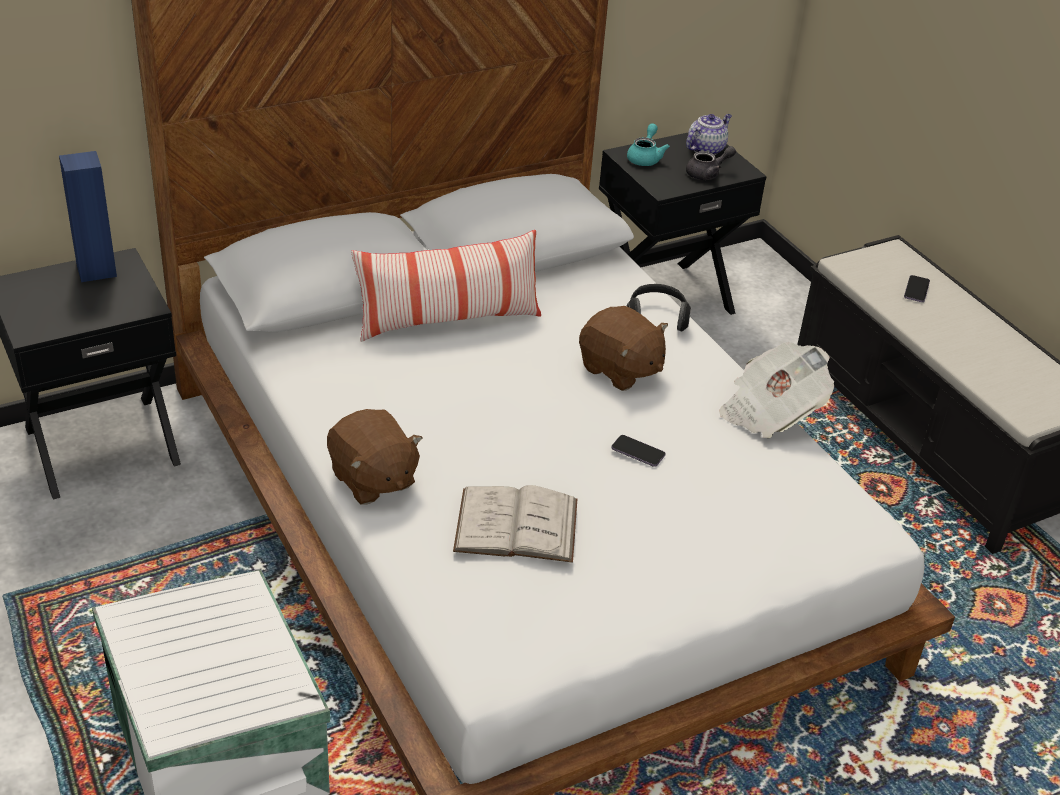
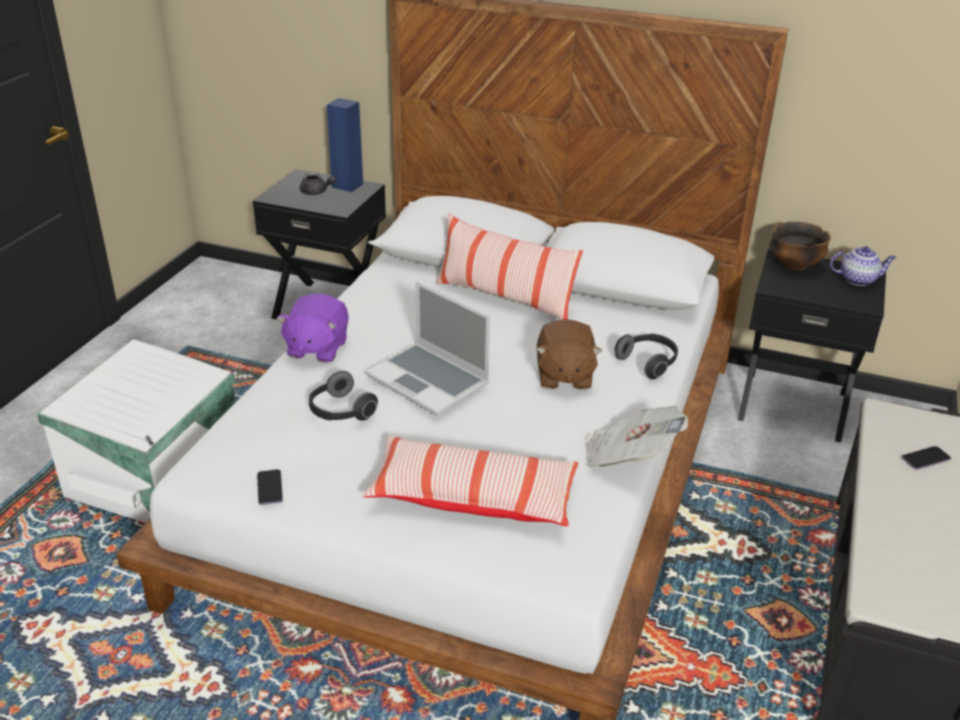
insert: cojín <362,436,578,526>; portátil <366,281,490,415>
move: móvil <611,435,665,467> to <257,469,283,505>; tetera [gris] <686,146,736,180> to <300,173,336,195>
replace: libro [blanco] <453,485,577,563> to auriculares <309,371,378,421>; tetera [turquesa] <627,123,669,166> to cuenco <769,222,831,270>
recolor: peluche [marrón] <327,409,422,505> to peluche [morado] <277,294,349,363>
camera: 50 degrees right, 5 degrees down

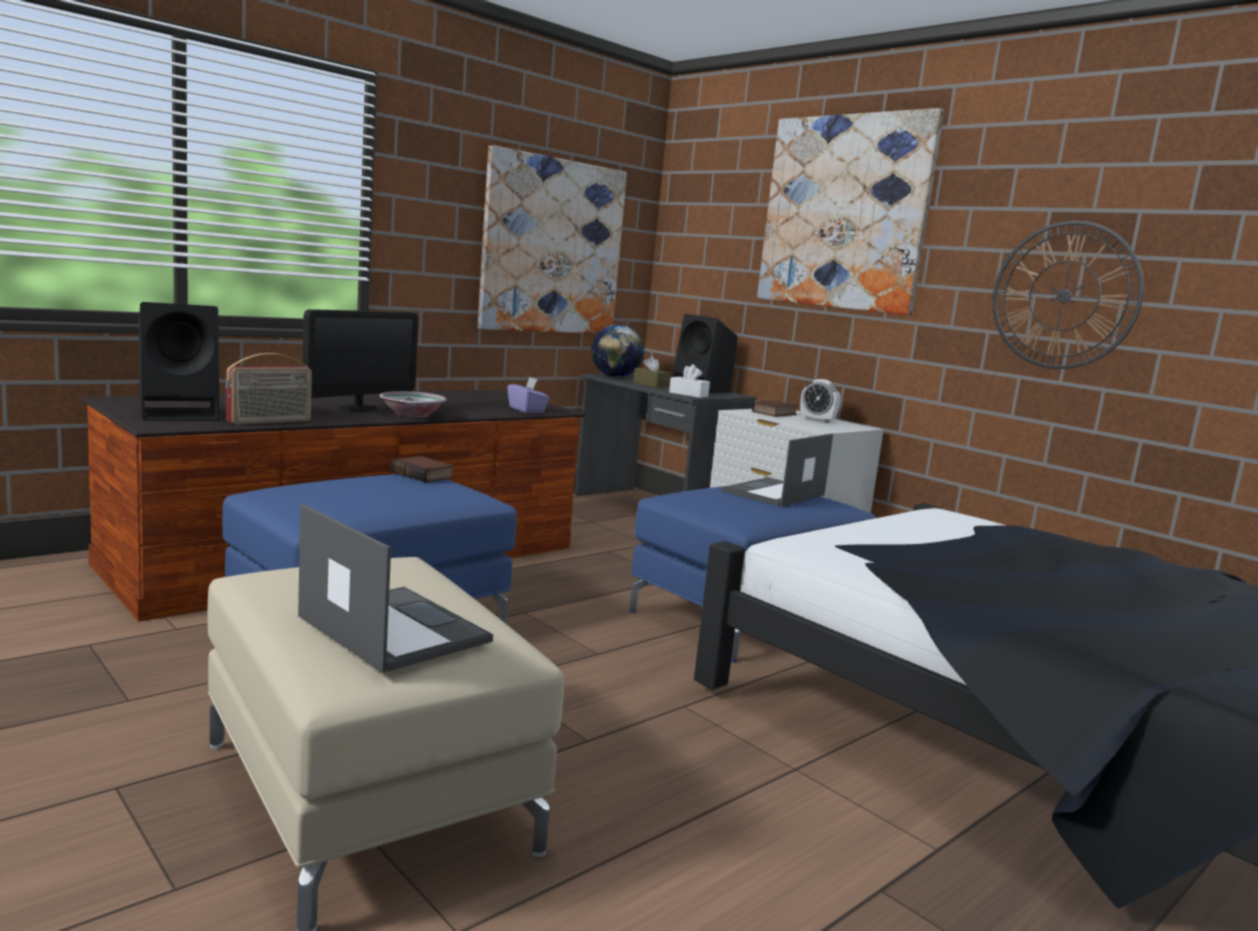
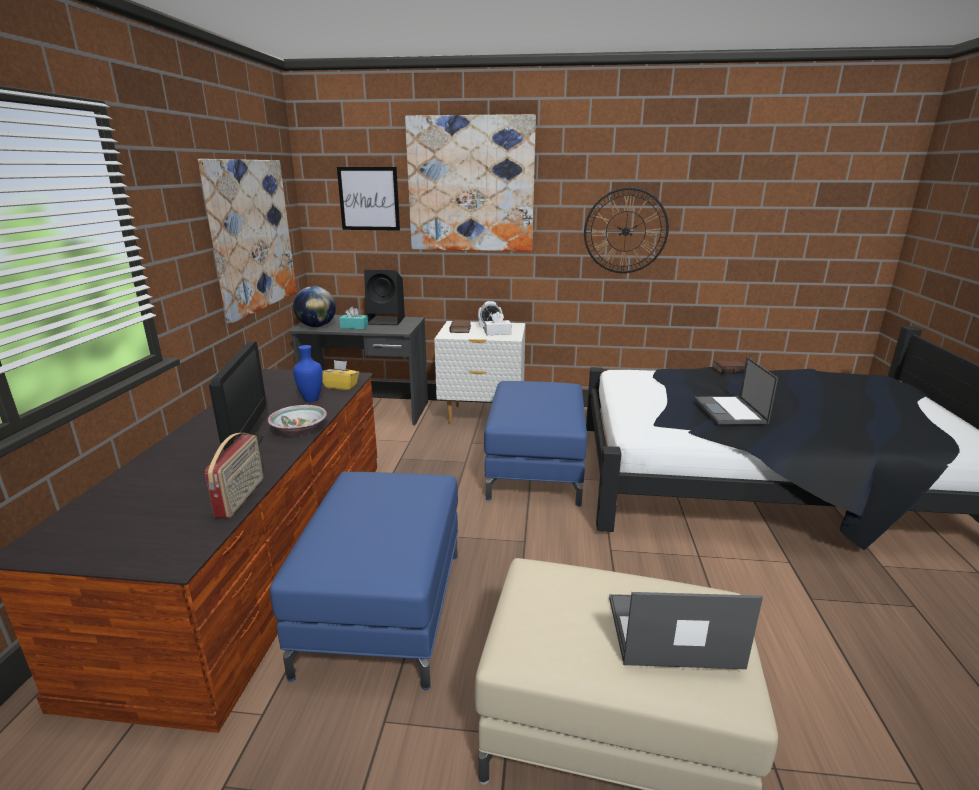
delete: altavoz [negro] <139,302,219,421>
insert: florero [azul] <293,345,323,402>; cuadro <337,167,400,231>
move: libro <391,456,454,483> to <713,360,745,374>; caja de pañuelos [blanco] <669,364,710,398> to <484,312,512,335>; portátil <722,434,833,507> to <694,357,778,424>
recolor: caja de pañuelos [morado] <507,377,549,413> to caja de pañuelos [amarillo] <322,360,359,390>; caja de pañuelos [marrón] <634,356,670,388> to caja de pañuelos [turquesa] <339,307,368,329>
camera: 40 degrees left, 10 degrees up

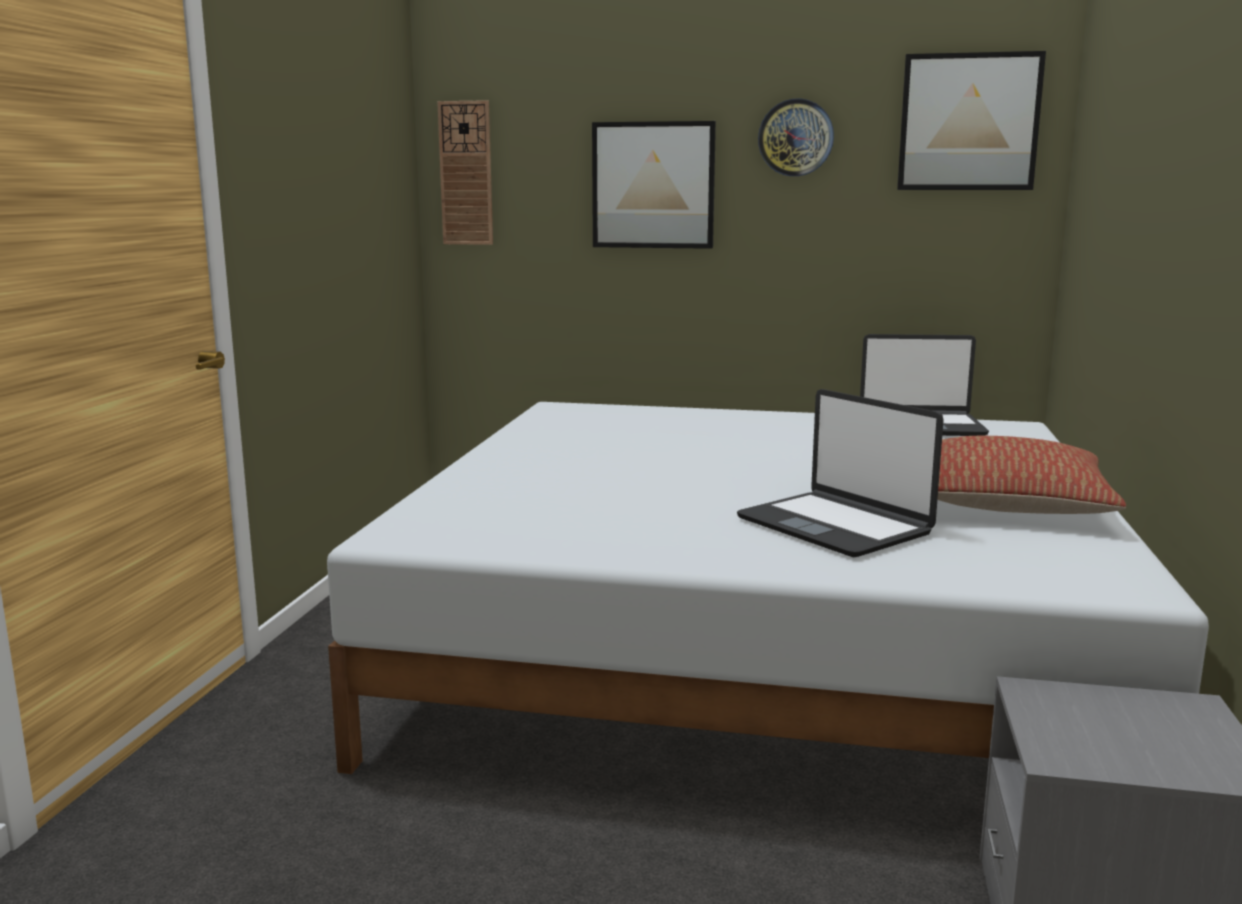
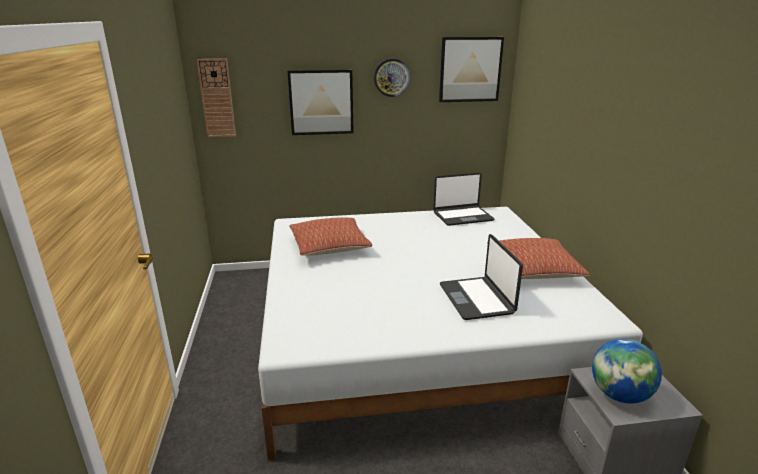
insert: cojín <289,217,373,256>; globo terráqueo <592,339,662,404>
rotate: portátil <737,389,944,557> = <440,234,523,320> 45 degrees clockwise
camera: 20 degrees left, 10 degrees up

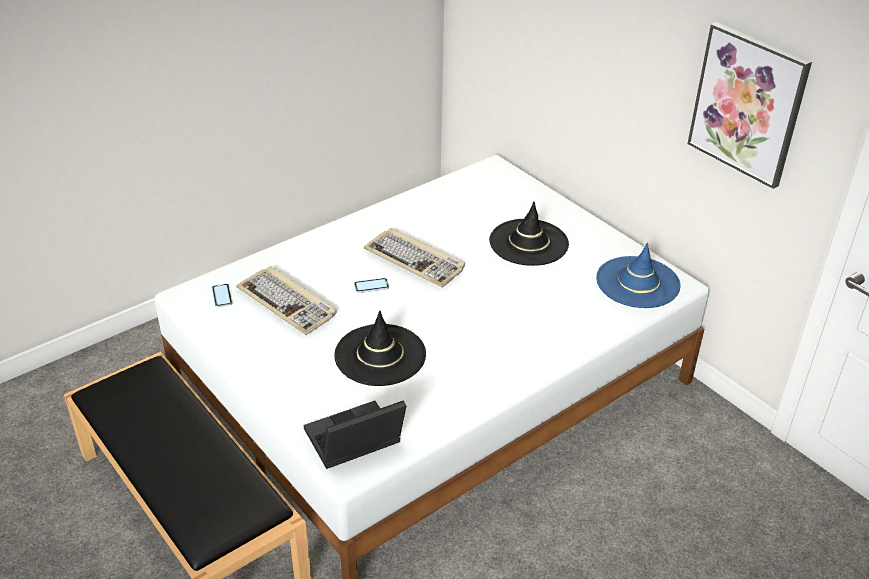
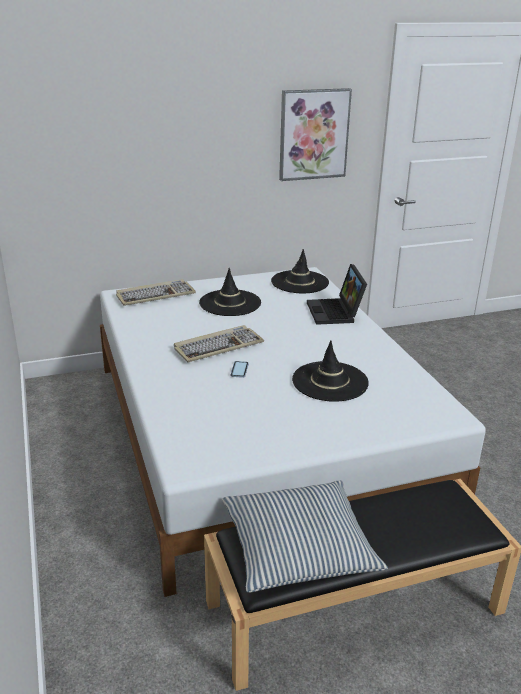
delete: móvil <212,284,232,307>
insert: cojín <222,480,388,592>
move: teclado <236,266,337,335> to <116,279,196,306>; portátil <304,400,406,469> to <307,264,367,325>
recolor: sombrero [azul] <596,243,680,308> to sombrero [negro] <271,249,329,293>
camera: 70 degrees left, 10 degrees down

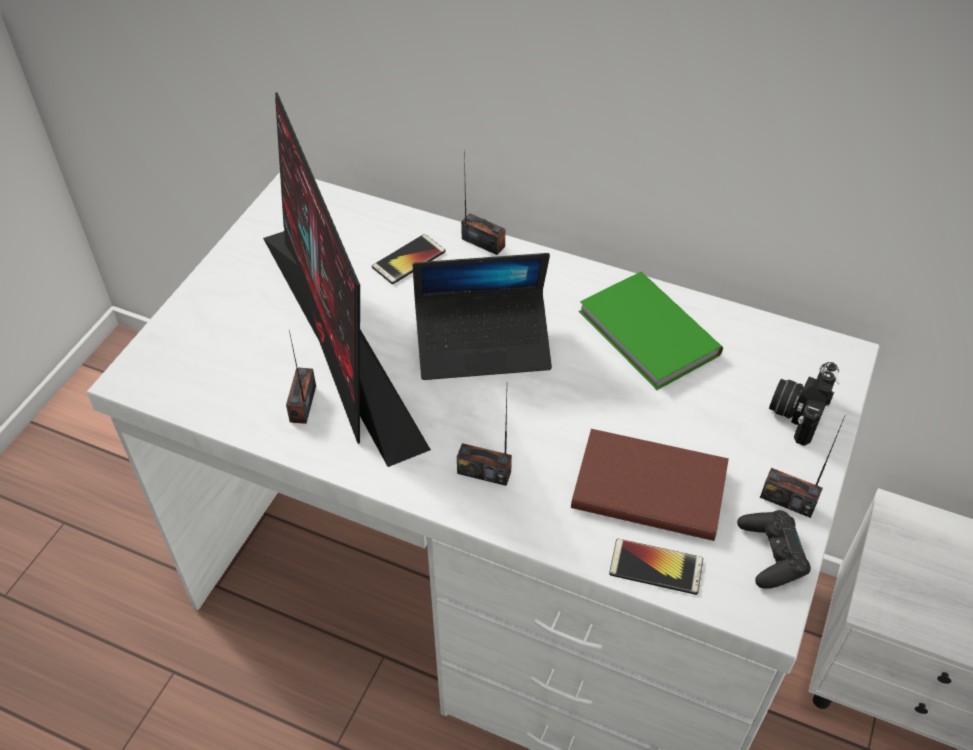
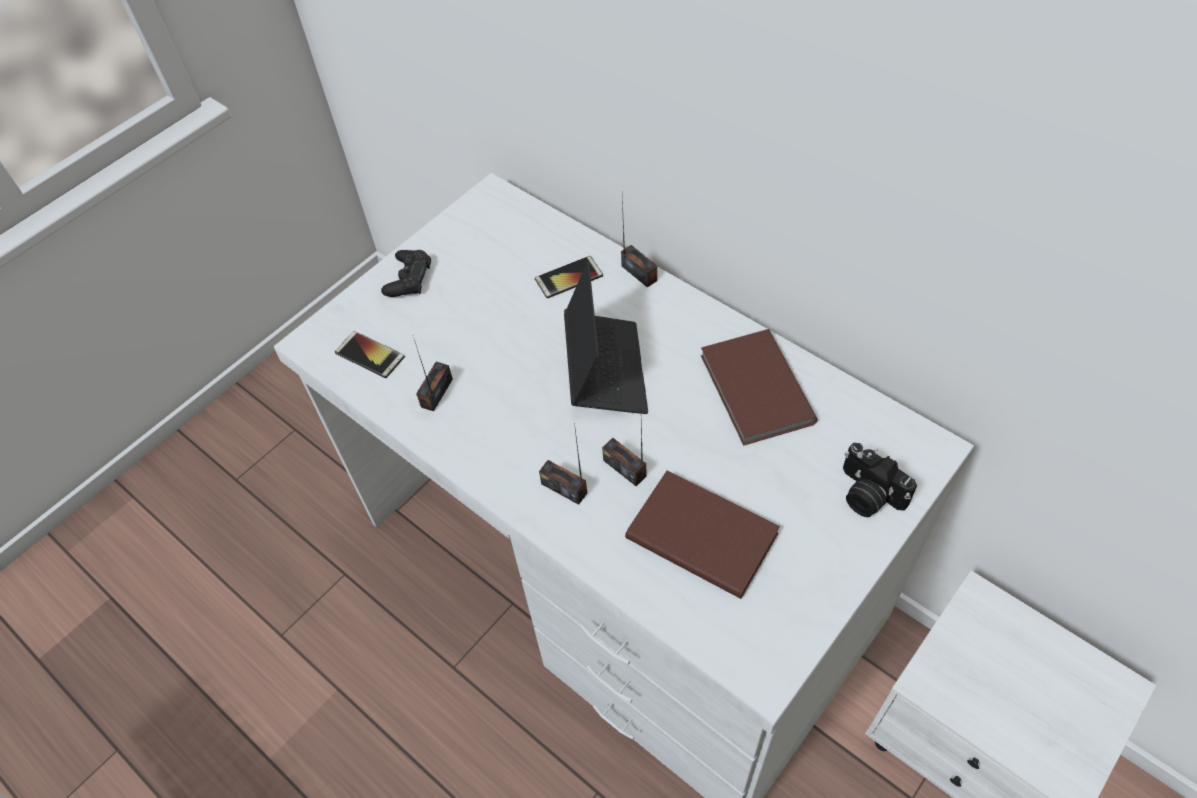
delete: monitor <263,92,431,467>
move: móvil <609,539,703,595> to <335,331,405,378>; mando de consola [negro] <737,510,811,589> to <381,250,431,297>; radio <760,416,845,518> to <602,423,646,486>
recolor: libro [verde] <579,272,723,390> to libro [marrón] <701,329,818,446>
rotate: portátil <413,253,552,380> = <564,262,648,414> 105 degrees counterclockwise; cámara <769,362,839,446> = <843,443,917,517> 90 degrees counterclockwise
camera: 20 degrees right, 5 degrees up

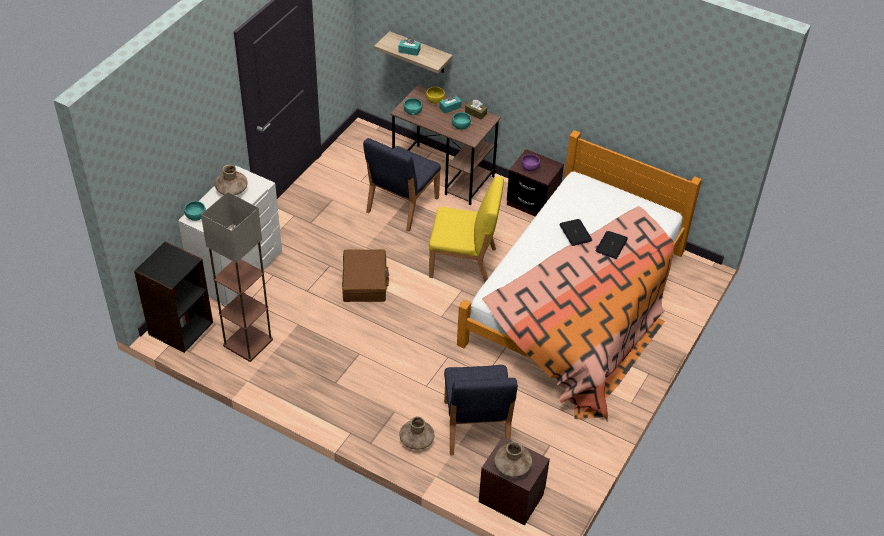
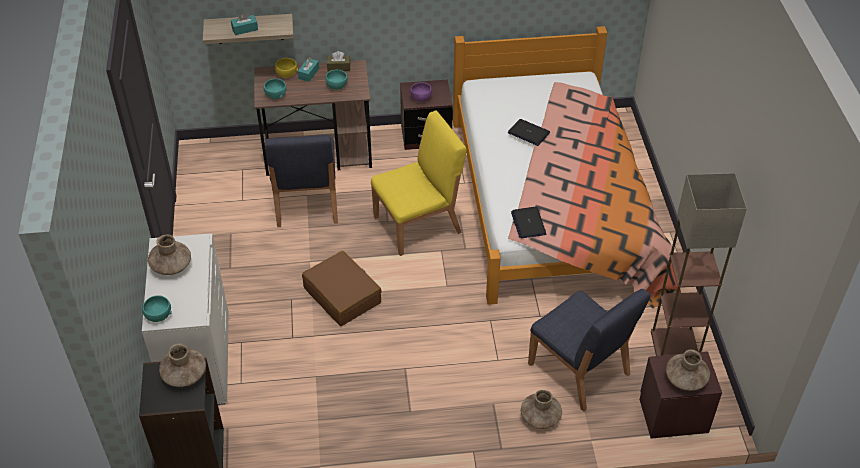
insert: florero [marrón] <159,344,206,387>
move: lámpara de pie <201,192,273,362> to <651,173,747,356>; portátil <595,231,628,259> to <511,206,546,238>
camera: 35 degrees left, 0 degrees up

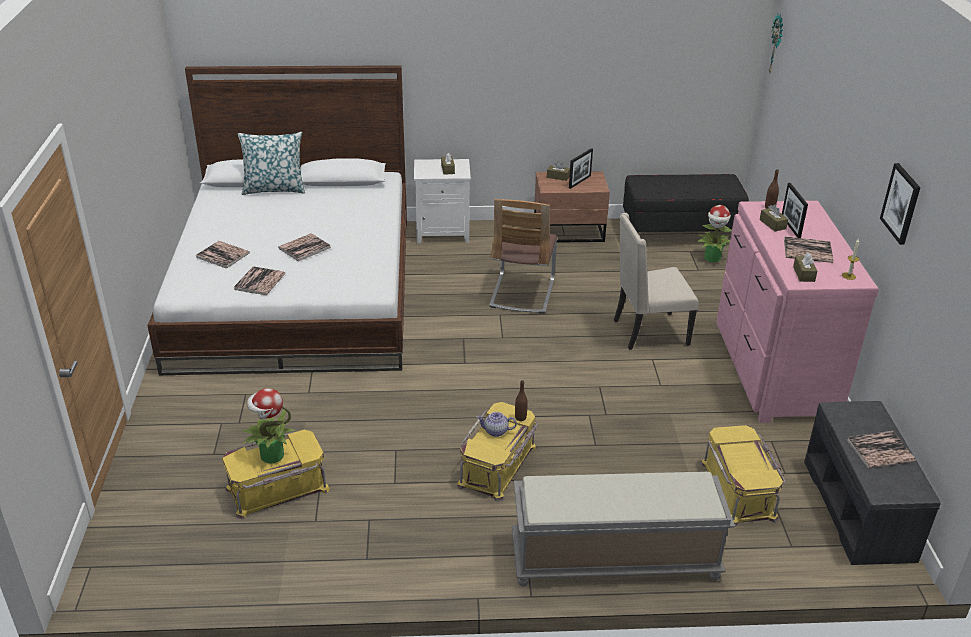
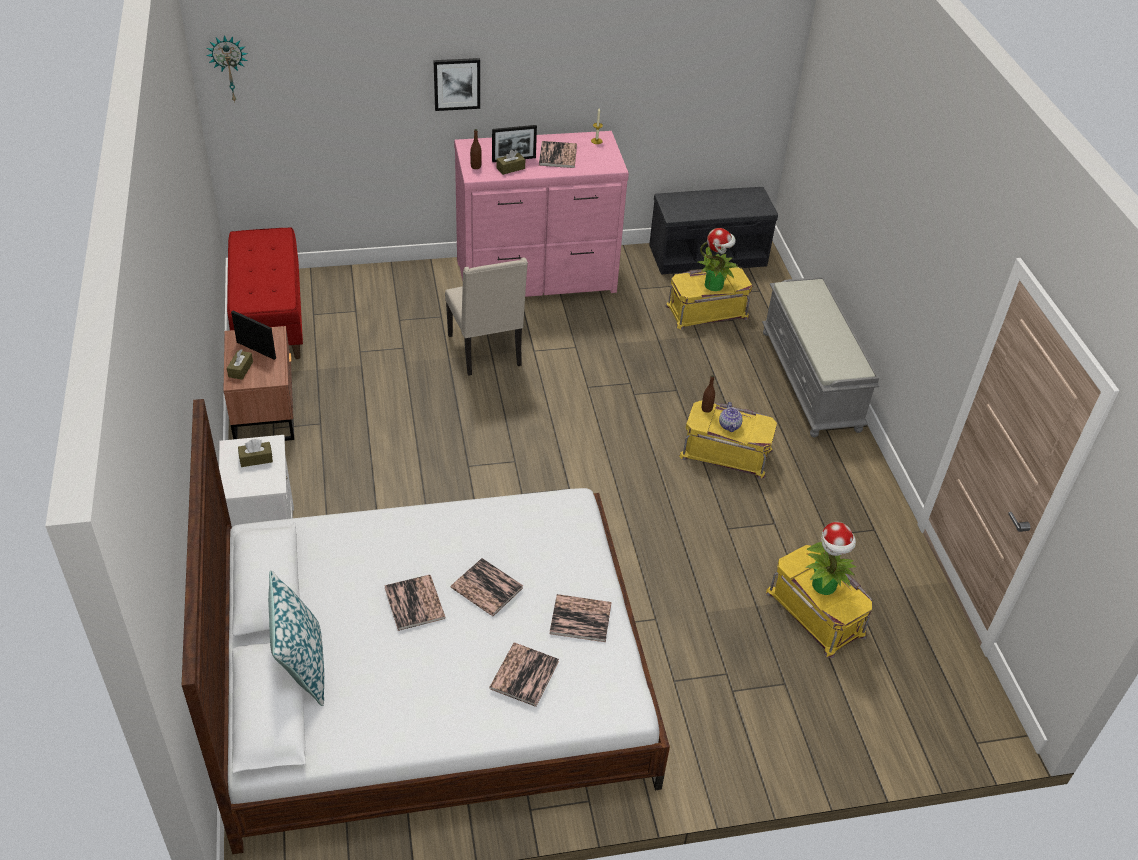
delete: silla <489,199,557,313>; caja de pañuelos [marrón] <793,252,817,282>
move: planta en maceta <697,205,732,262> to <698,228,739,291>; libro <847,431,916,468> to <384,575,446,631>; cuadro <880,163,920,245> to <433,58,480,111>
recolor: banco [negro] <623,174,749,233> to banco [rojo] <227,227,303,359>
camera: 100 degrees left, 10 degrees up

